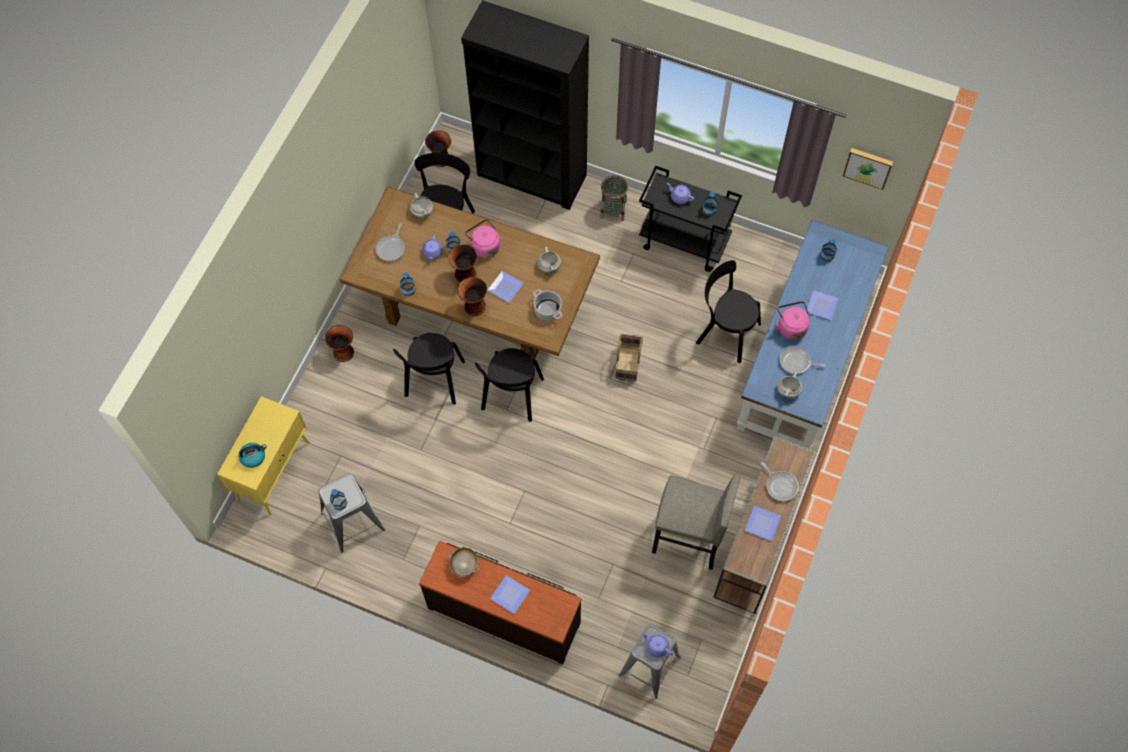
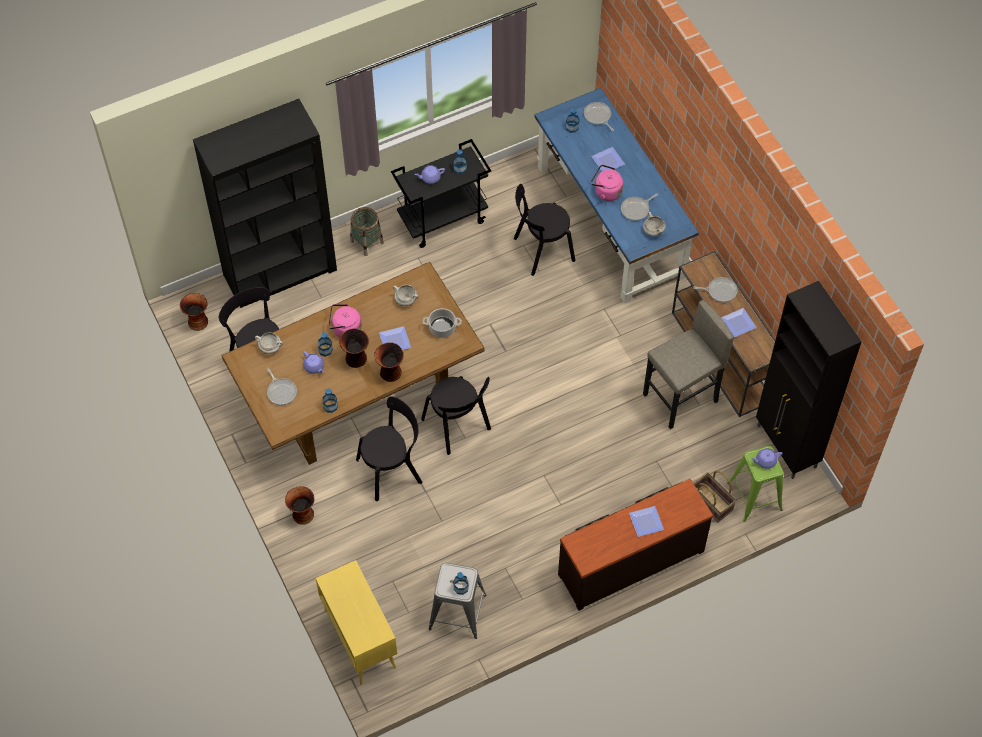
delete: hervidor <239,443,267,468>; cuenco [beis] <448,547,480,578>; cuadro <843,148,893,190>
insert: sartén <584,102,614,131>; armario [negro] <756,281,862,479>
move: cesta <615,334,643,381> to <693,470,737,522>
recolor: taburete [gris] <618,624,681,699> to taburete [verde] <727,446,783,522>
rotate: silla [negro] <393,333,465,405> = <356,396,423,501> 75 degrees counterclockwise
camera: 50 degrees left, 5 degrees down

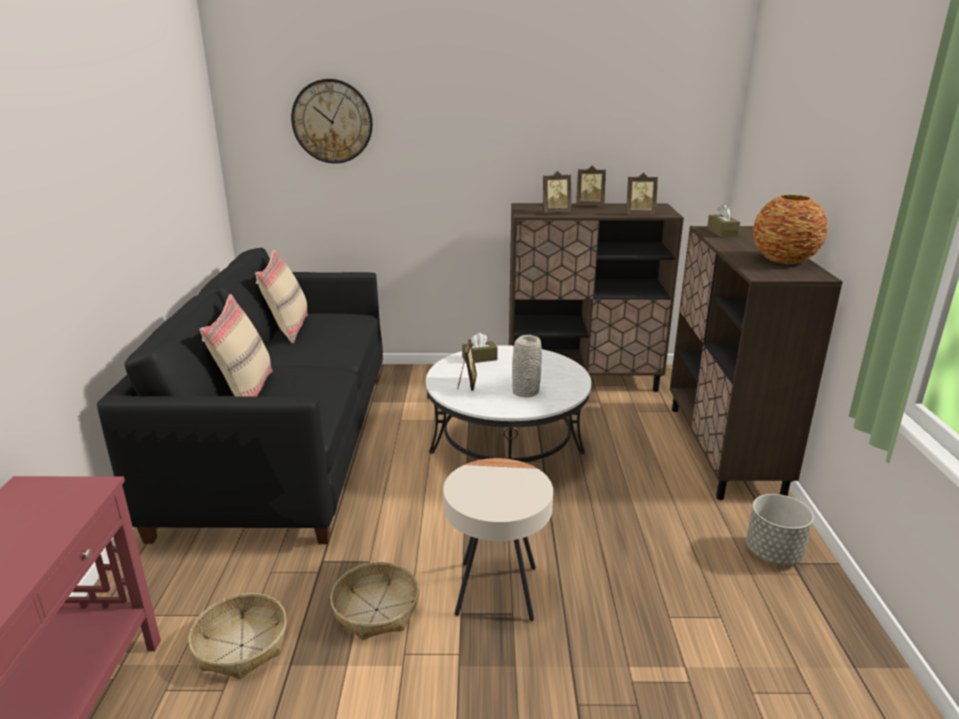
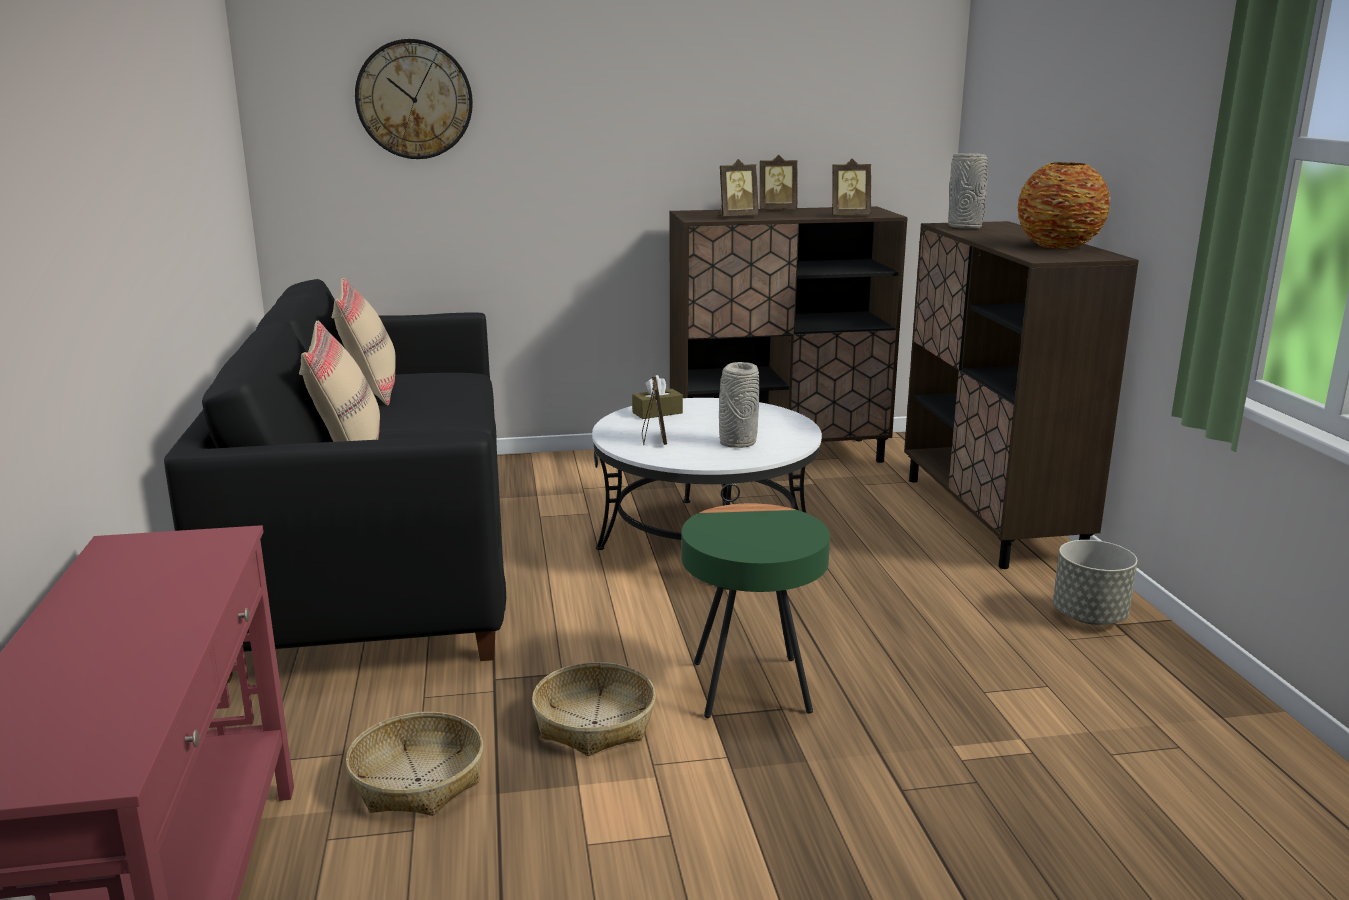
replace: caja de pañuelos [marrón] <707,204,740,237> to florero [gris] <948,153,988,229>
recolor: mesa auxiliar [beis] <443,458,553,621> to mesa auxiliar [verde] <681,504,830,718>
camera: 10 degrees left, 5 degrees down

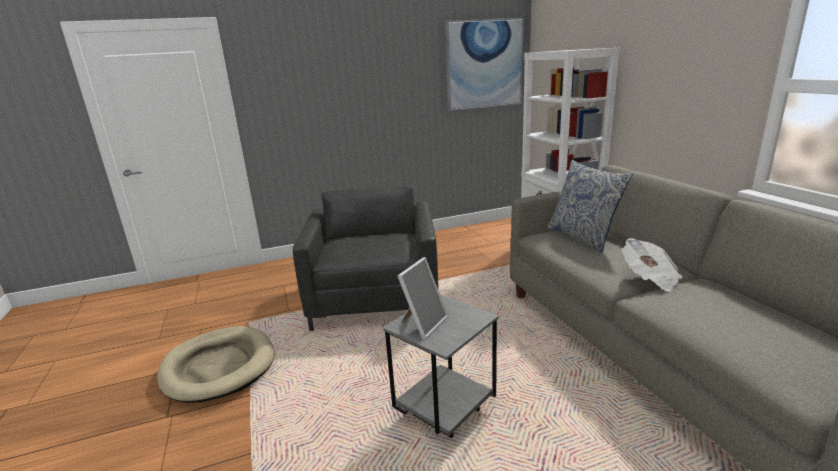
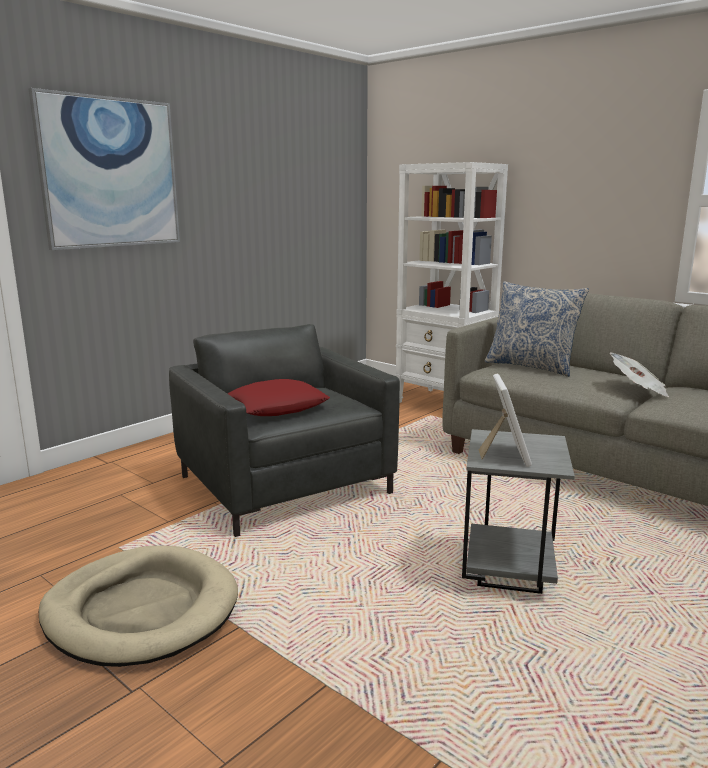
insert: cojín [rojo] <228,379,330,416>
move: cuadro <445,18,524,111> to <29,88,180,250>
camera: 30 degrees left, 5 degrees down

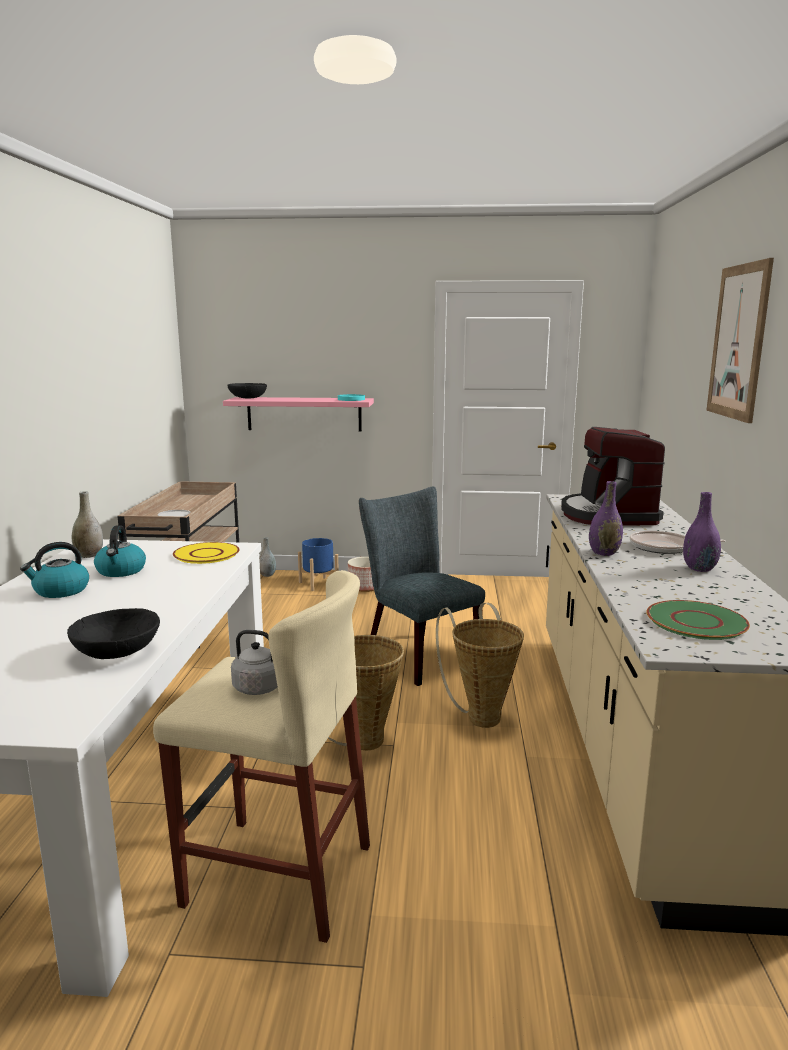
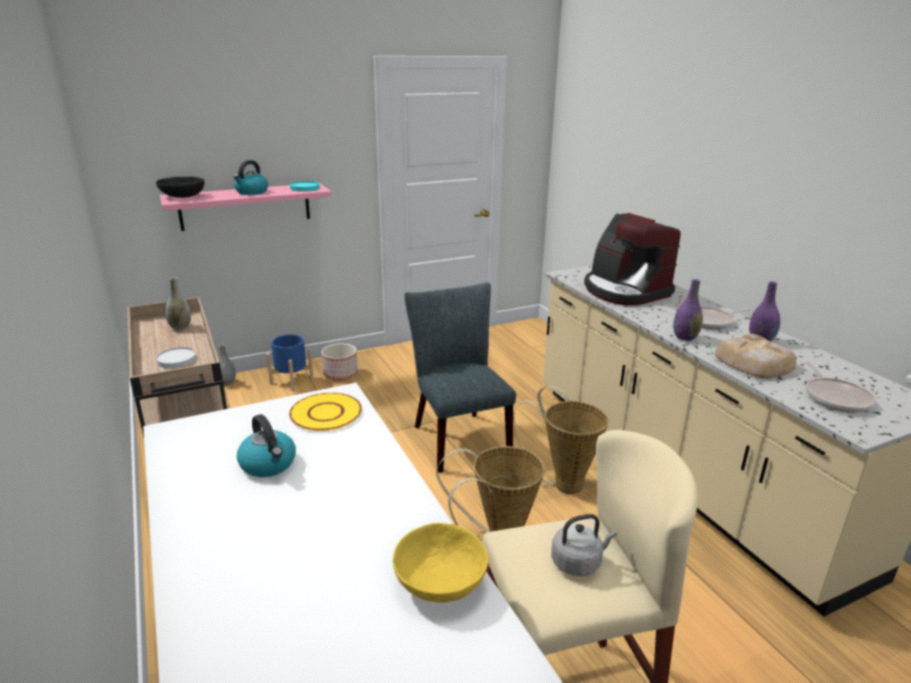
delete: cuadro <706,258,774,423>
insert: pan <715,334,796,378>
move: hervidor <20,542,89,598> to <233,160,268,195>; florero [gris] <72,491,103,558> to <165,277,191,330>
replace: plato [verde] <646,600,750,640> to sartén <806,362,876,413>
recolor: cuenco [negro] <67,608,160,659> to cuenco [amarillo] <393,523,489,603>
rotate: silla [gris] <359,486,485,686> = <405,282,516,473> 45 degrees clockwise
camera: 30 degrees left, 10 degrees up

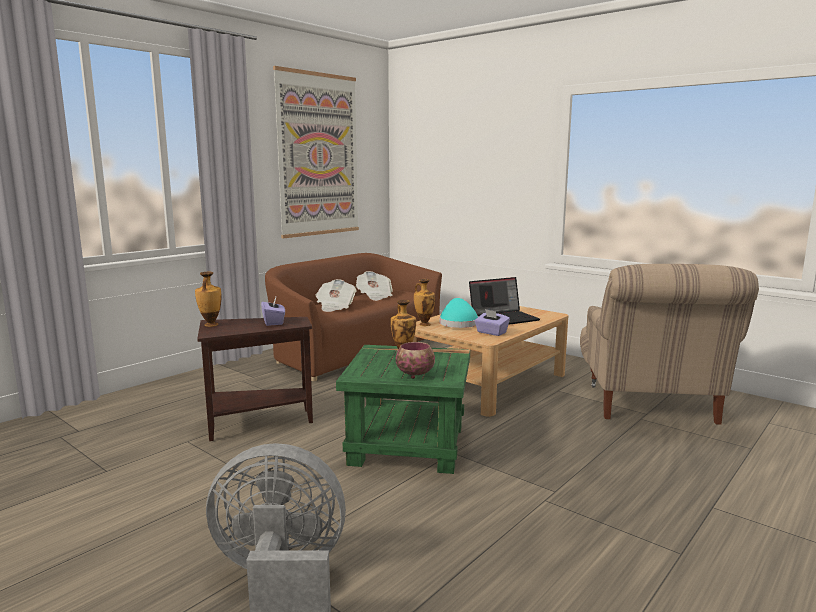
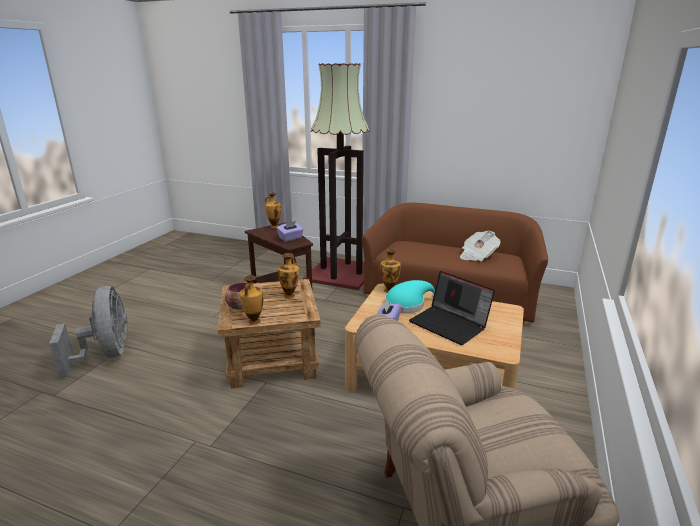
delete: cuadro <273,66,359,238>; periódico <316,279,356,312>
insert: florero <239,275,263,325>; lámpara de pie <303,63,369,290>
recolor: mesa auxiliar [verde] <336,345,470,474> to mesa auxiliar [marrón] <218,279,321,389>
camera: 70 degrees right, 10 degrees up

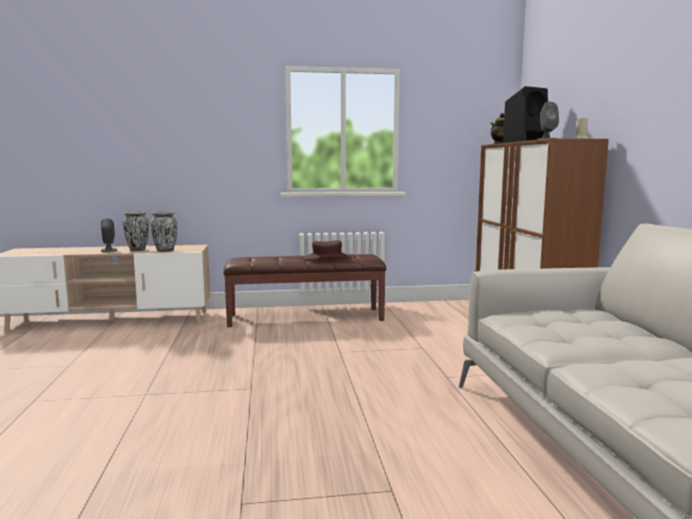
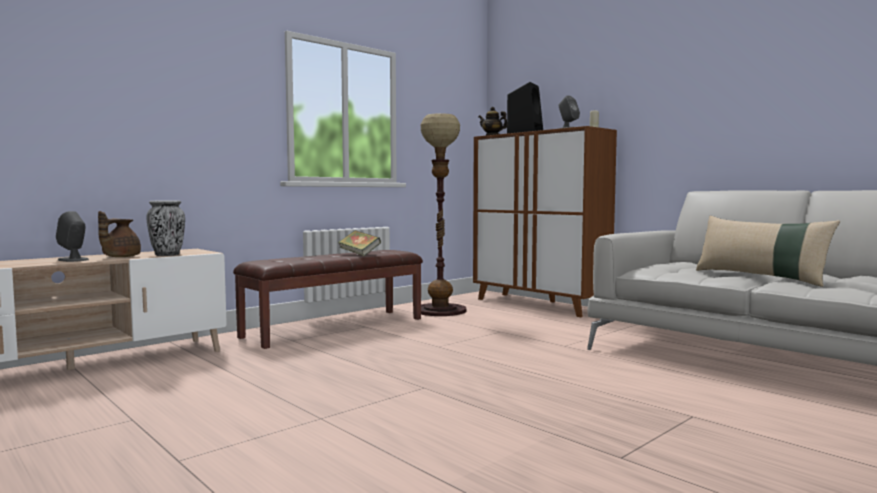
insert: lámpara de pie <421,113,466,316>; cojín [beis] <696,216,840,287>
replace: florero <123,211,149,251> to tetera [marrón] <98,211,141,257>; sombrero [marrón] <303,241,351,260> to libro <338,230,381,256>
camera: 35 degrees left, 5 degrees down

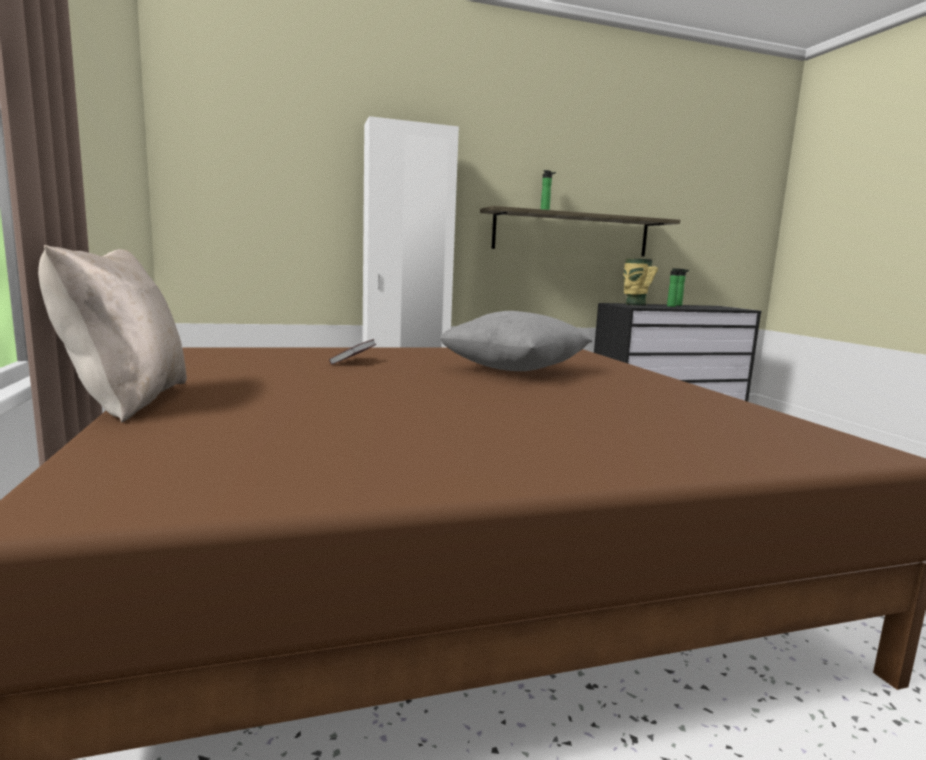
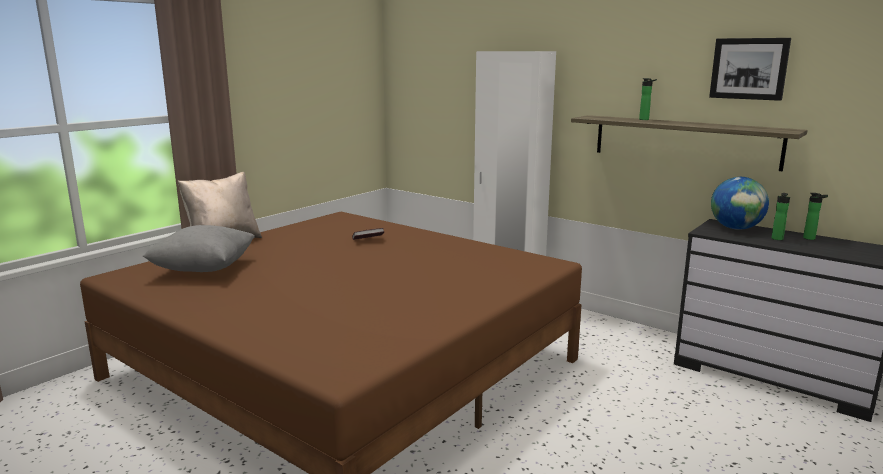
insert: cuadro <709,38,791,101>
move: cojín [gris] <440,311,592,371> to <142,225,255,272>
replace: florero <623,258,658,306> to globo terráqueo <711,177,769,230>
camera: 55 degrees right, 5 degrees up

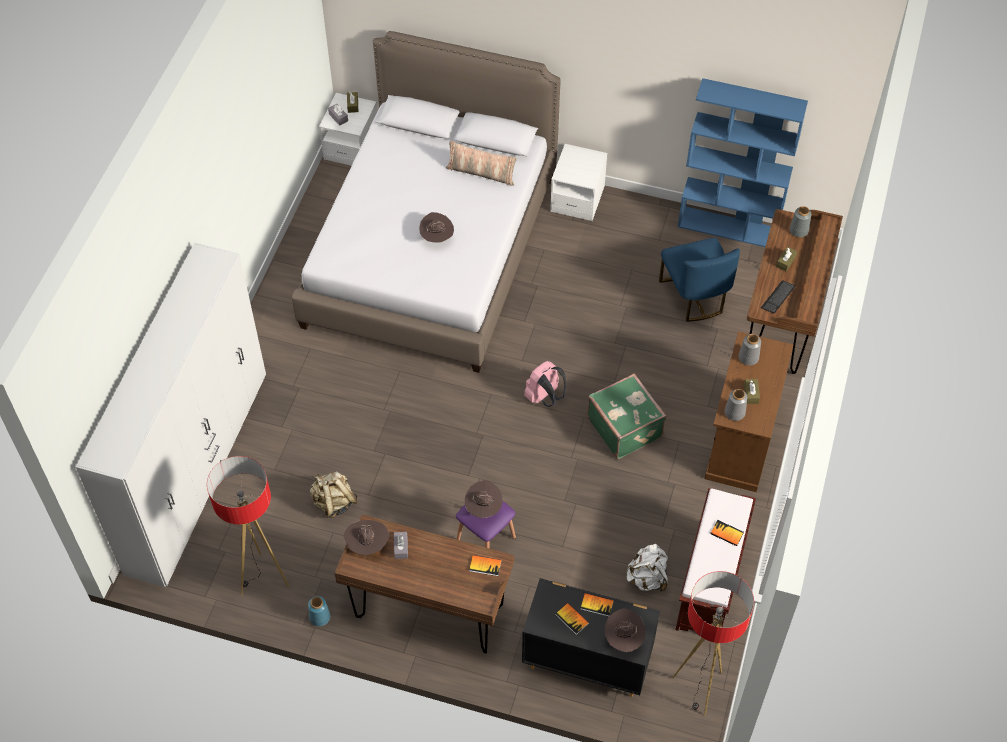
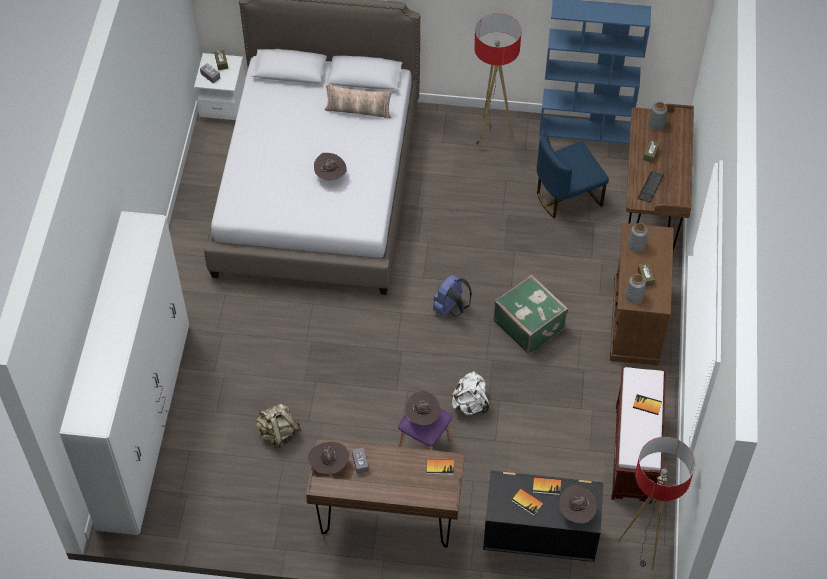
delete: florero [azul] <308,596,330,626>; mesita de noche [blanco] <550,144,607,221>
move: lámpara de pie <207,456,289,595> to <474,13,521,150>; mochila [blanco] <627,544,668,591> to <451,371,489,415>
recolor: mochila [rosa] <524,361,566,407> to mochila [azul] <433,275,472,316>
rotate: silla [azul] <659,238,740,322> = <537,132,609,218> 90 degrees clockwise
camera: 10 degrees left, 0 degrees up

